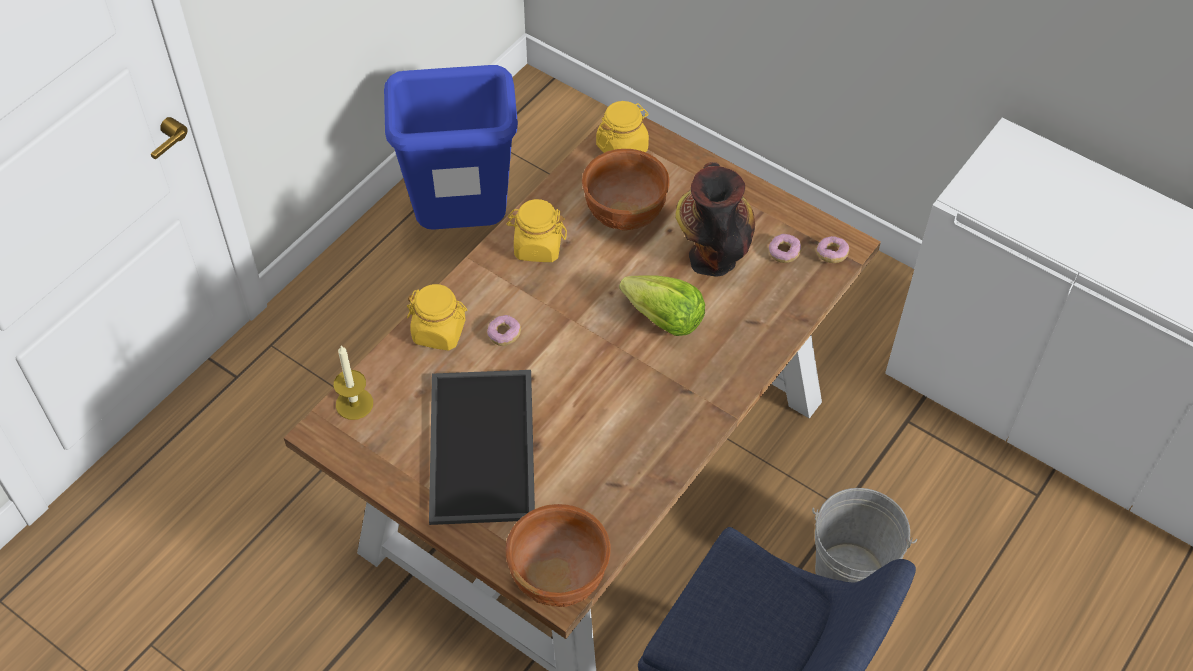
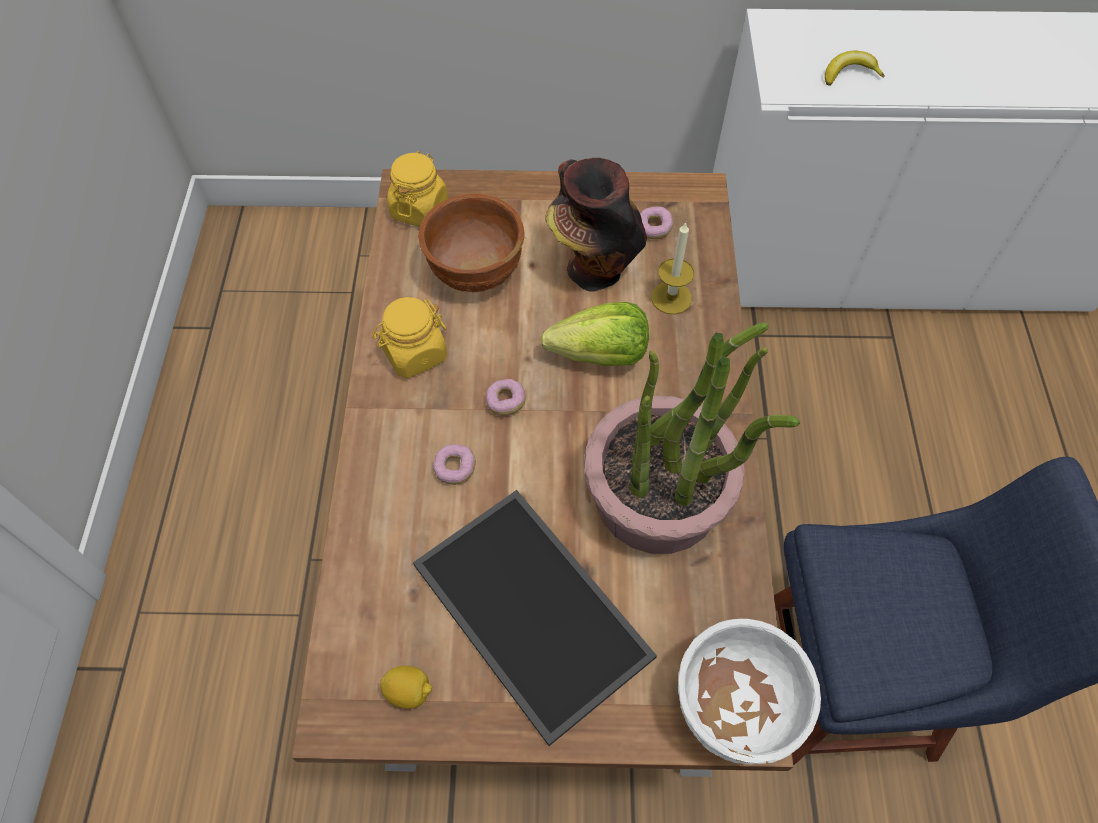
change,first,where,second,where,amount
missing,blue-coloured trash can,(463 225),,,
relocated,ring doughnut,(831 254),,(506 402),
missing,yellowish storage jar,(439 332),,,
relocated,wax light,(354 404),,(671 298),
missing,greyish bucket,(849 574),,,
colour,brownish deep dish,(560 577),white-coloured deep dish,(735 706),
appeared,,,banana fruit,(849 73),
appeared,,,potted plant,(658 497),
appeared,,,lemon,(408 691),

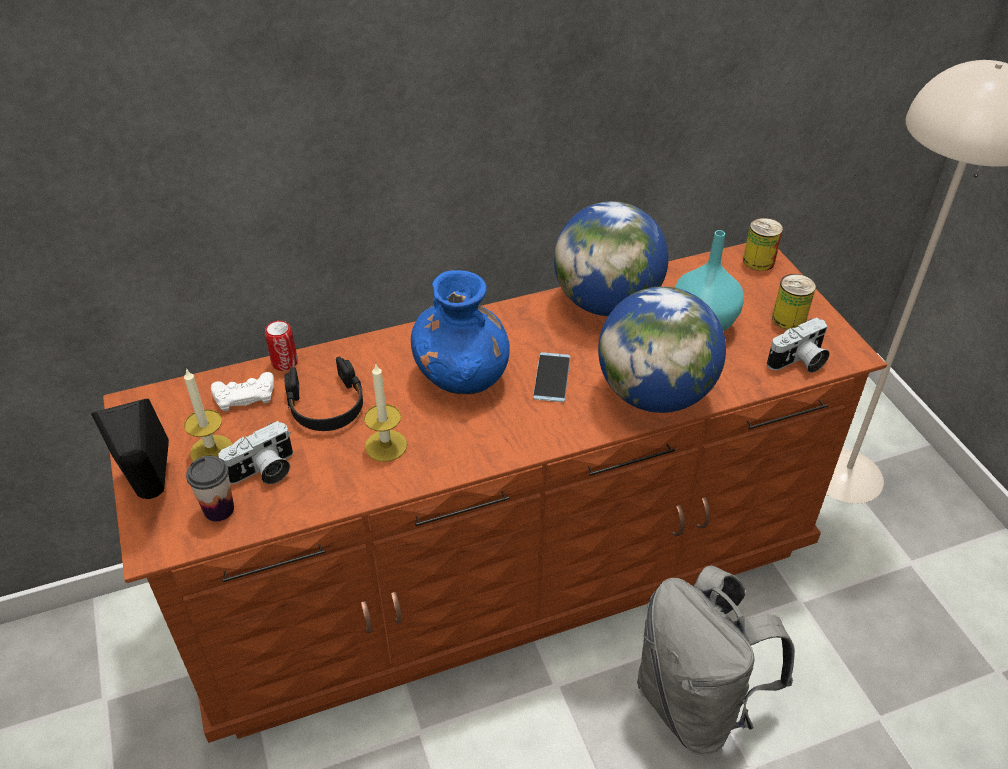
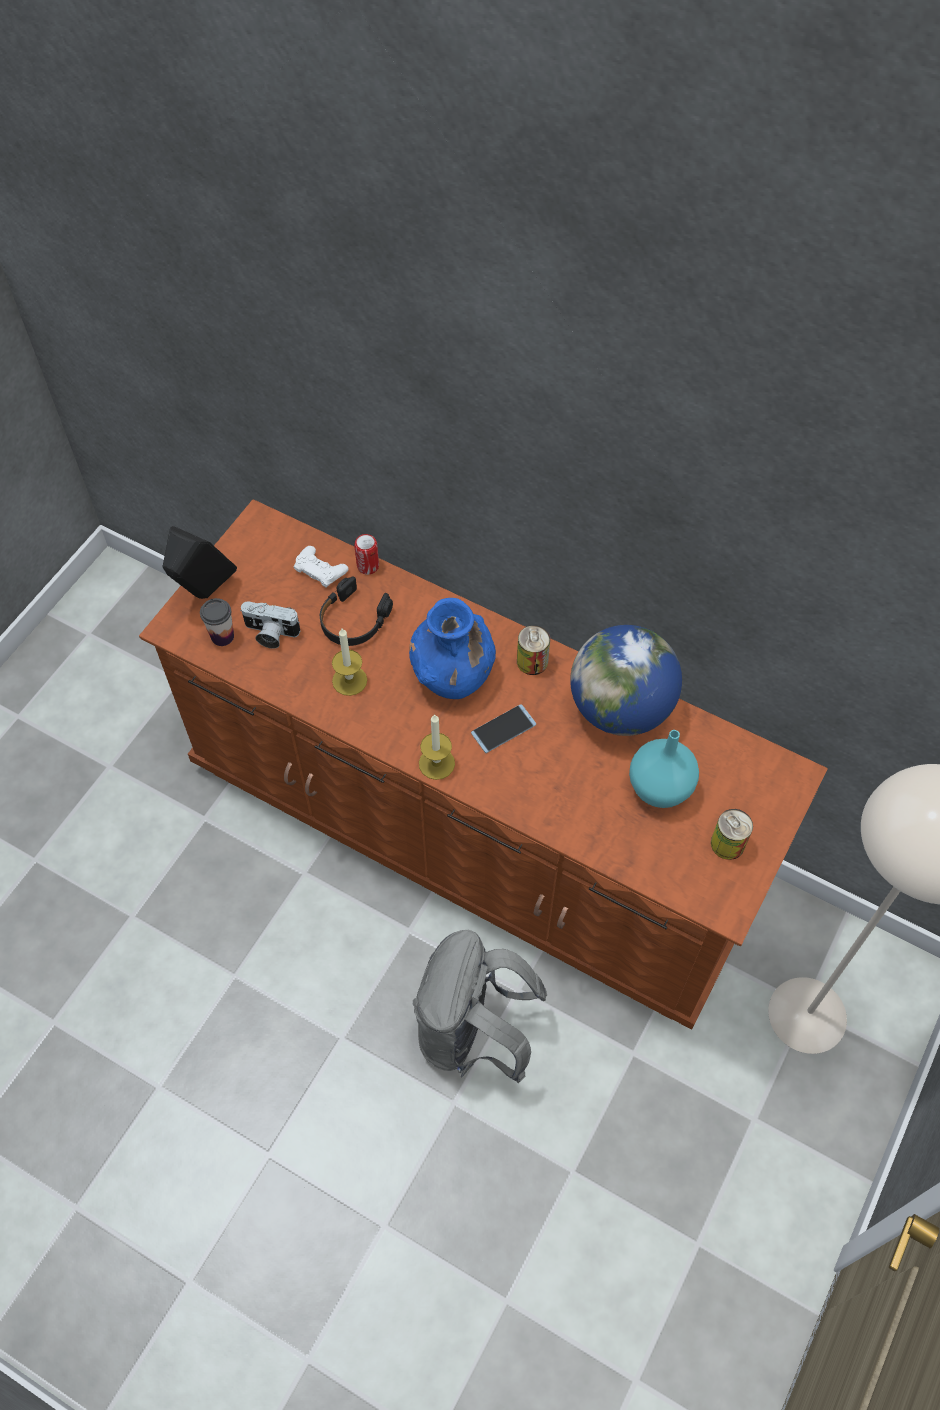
change,first,where,second,where,amount
relocated,sealed can,(758 261),,(532 661),
missing,desk globe,(654 394),,,
missing,photo camera,(799 362),,,
relocated,wax light,(211 451),,(436 763),

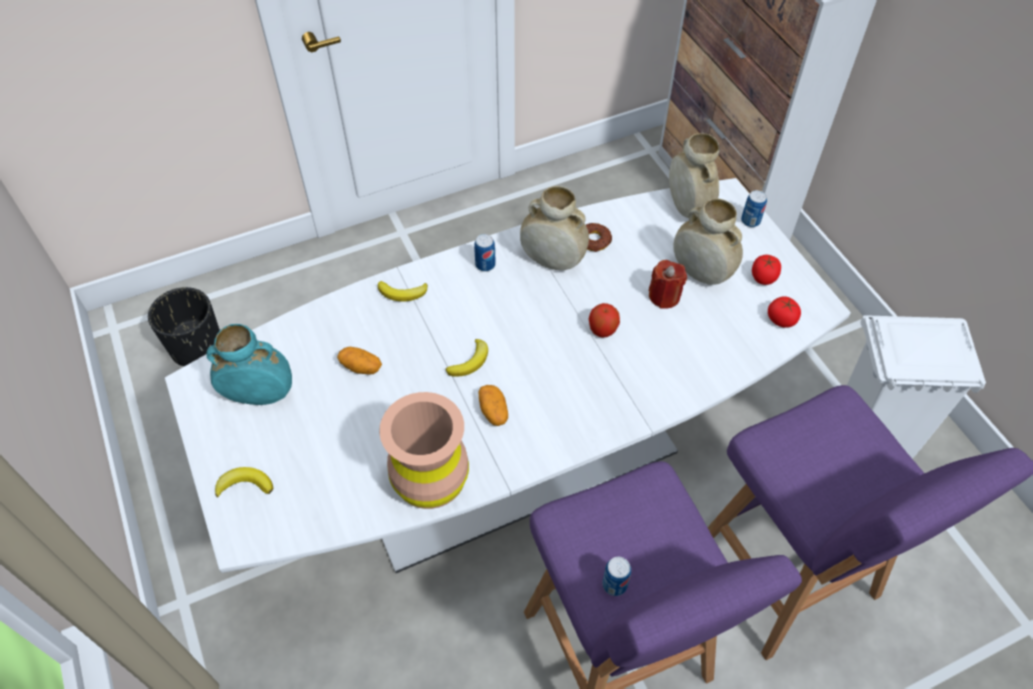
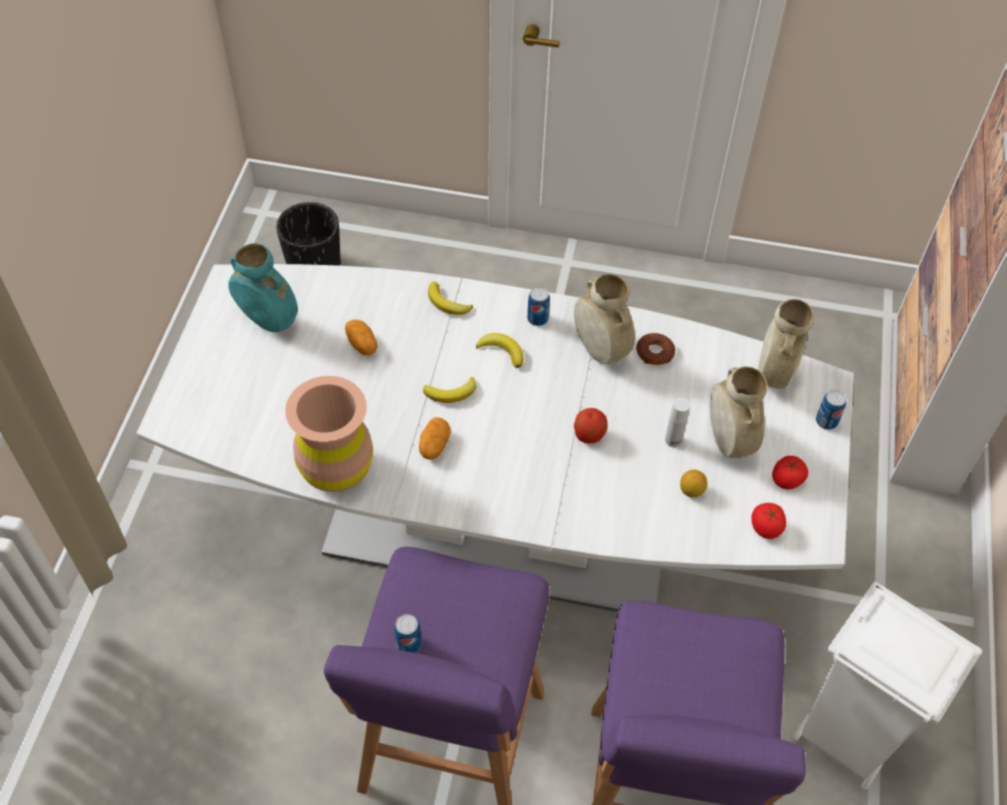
change,first,where,second,where,amount
exchanged,red wax light,(664 296),white-coloured bottle,(673 440),
relocated,banana fruit,(245 484),,(502 351),
appeared,,,lemon,(691 491),

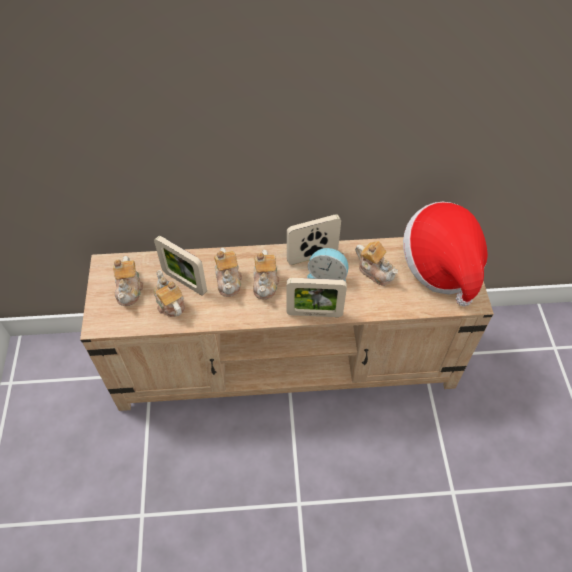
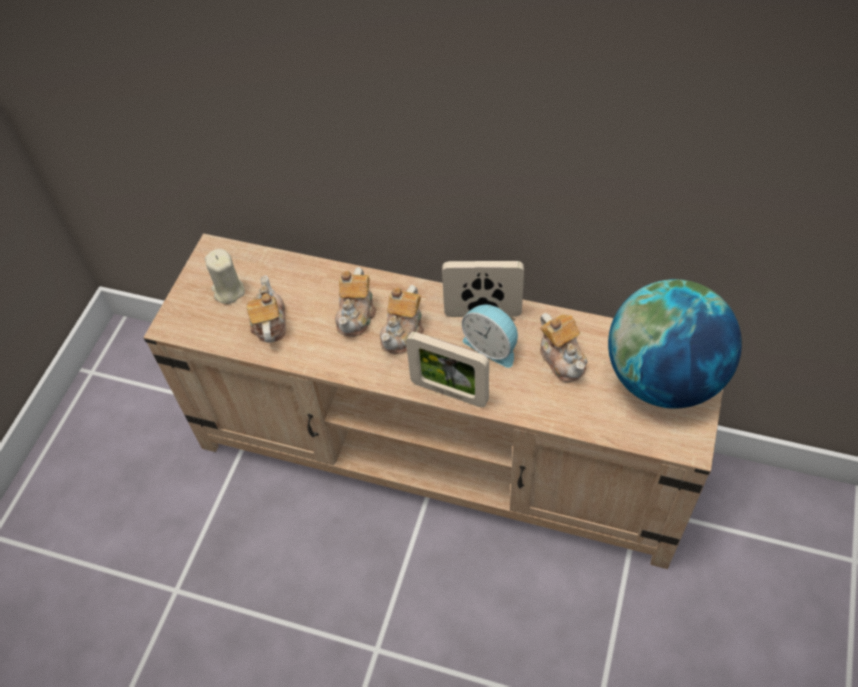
change,first,where,second,where,amount
exchanged,hat,(441 266),desk globe,(663 379),
missing,picture frame,(184 282),,,
exchanged,tea pot,(129 289),beige wax light,(228 291),

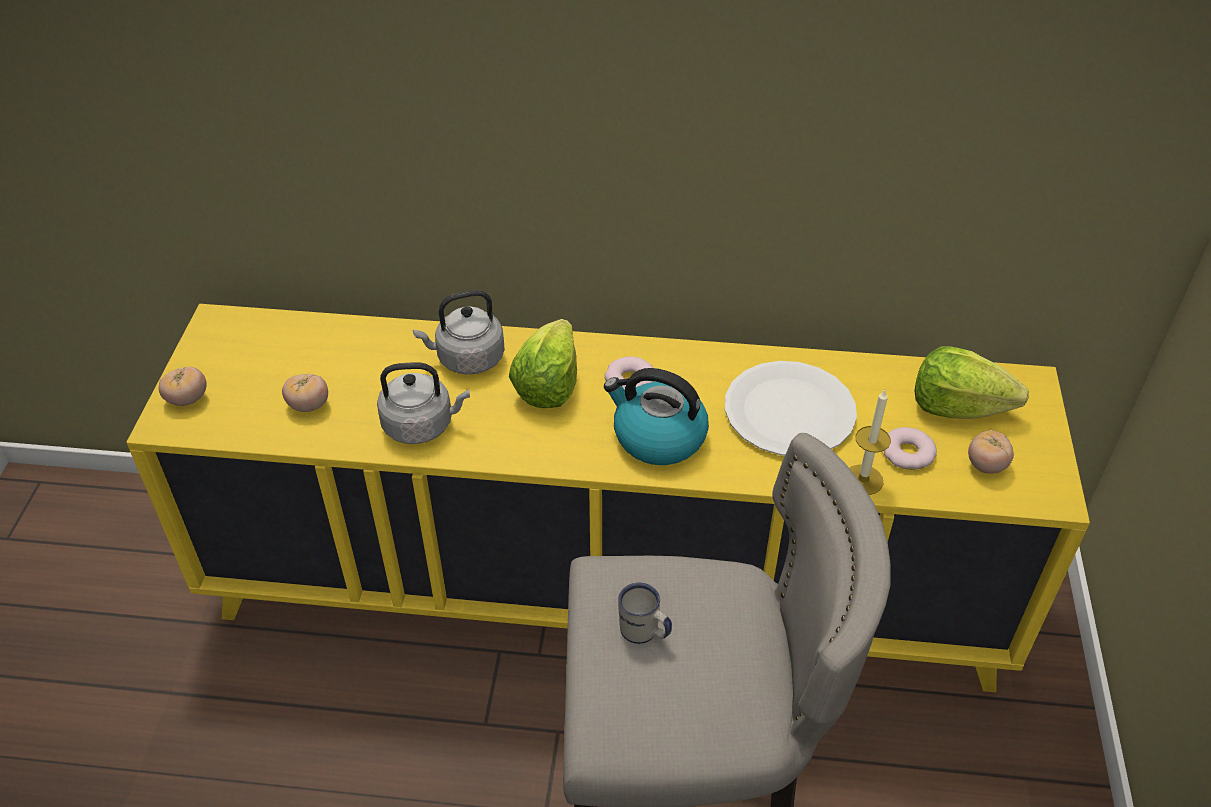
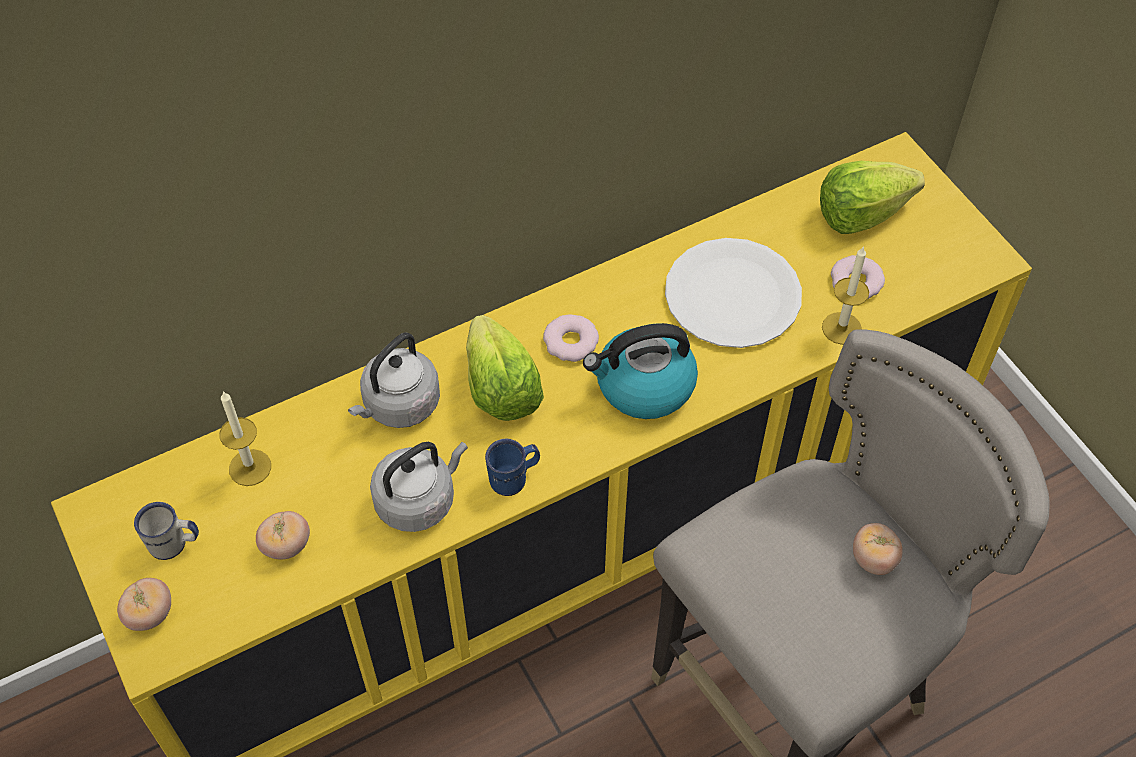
change,first,where,second,where,amount
relocated,whole tomato,(986 465),,(873 559),
relocated,white-coloured tea mug,(644 633),,(174 544),
appeared,,,wax light,(250 467),
appeared,,,blue-coloured tea mug,(514 478),

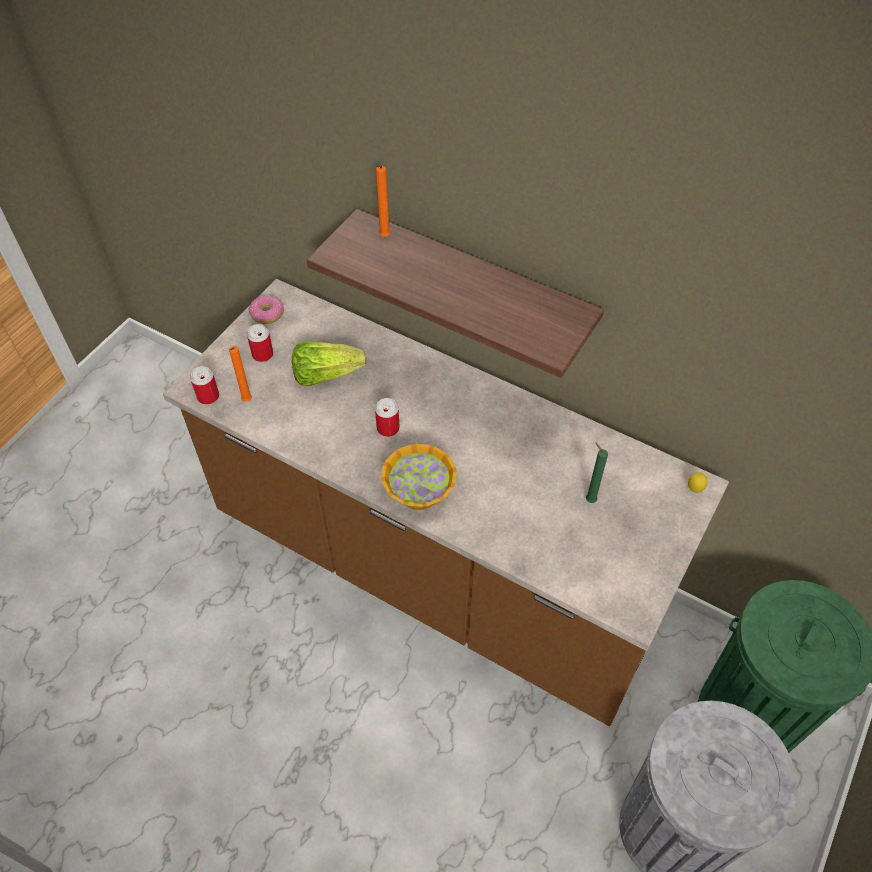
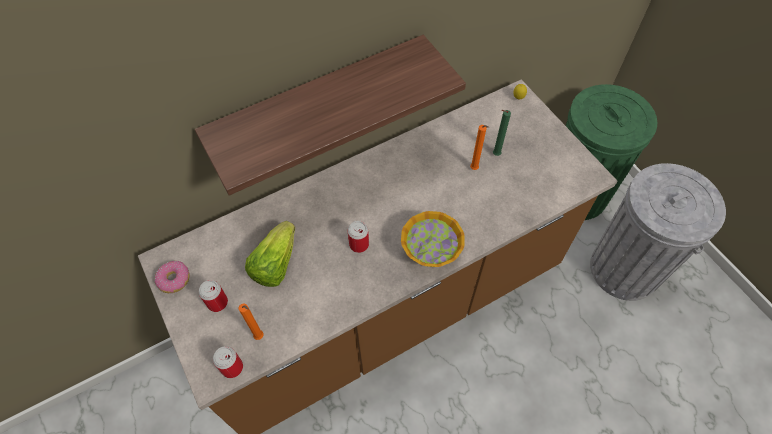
change,first,where,second,where,amount
relocated,orange wax light,(383 237),,(475 169),

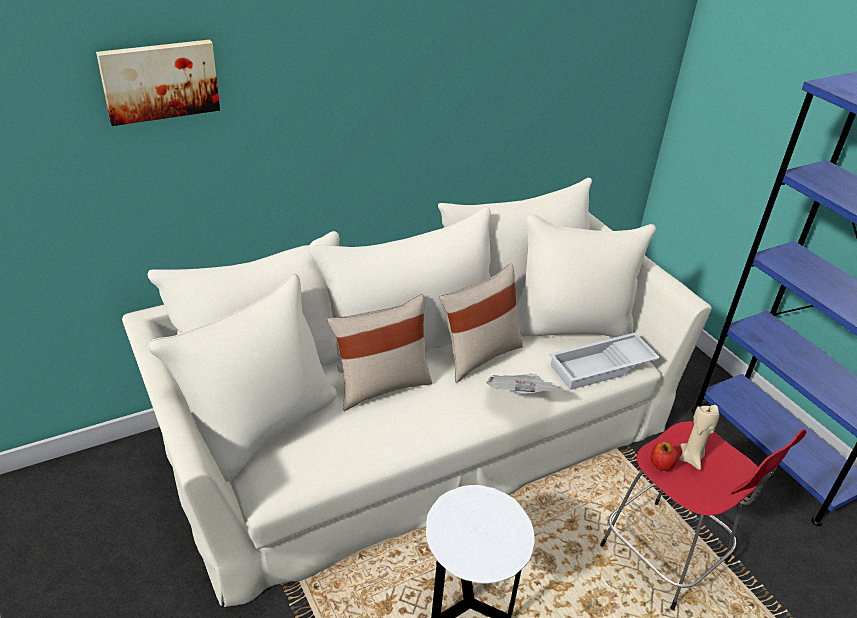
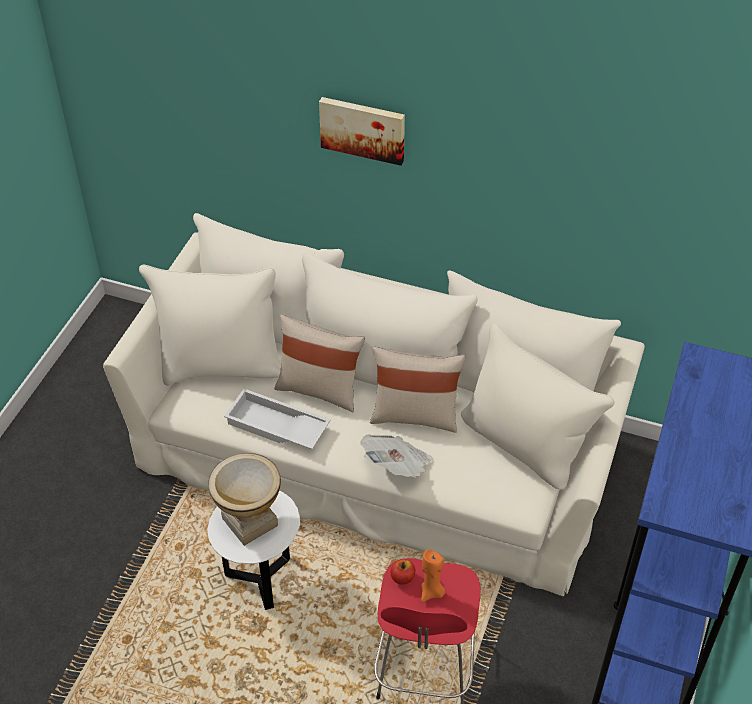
change,first,where,second,where,amount
relocated,picture,(160 80),,(363 129),
relocated,white-coloured carrying tray,(602 367),,(276 427),
colour,beige wax light,(691 458),orange wax light,(431 592),
appeared,,,decorative vase,(249 521),

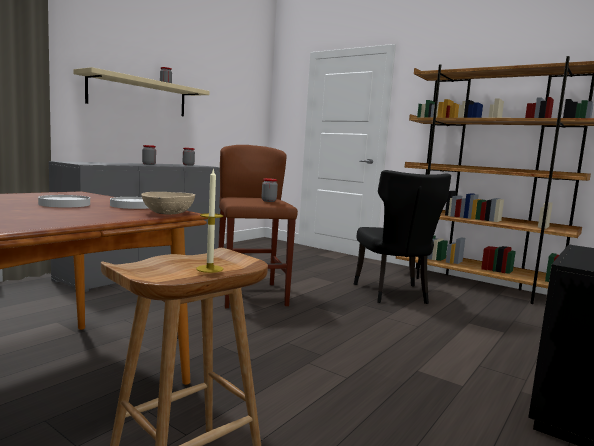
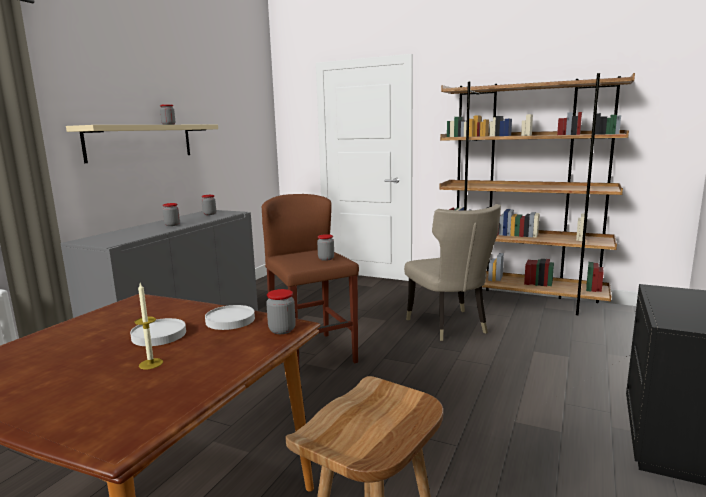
change,first,where,second,where,amount
relocated,wax light,(209 269),,(151 364),
colour,black plain chair,(393 294),beige plain chair,(450 326),
exchanged,beige deep dish,(169 213),storage jar,(282 330),

